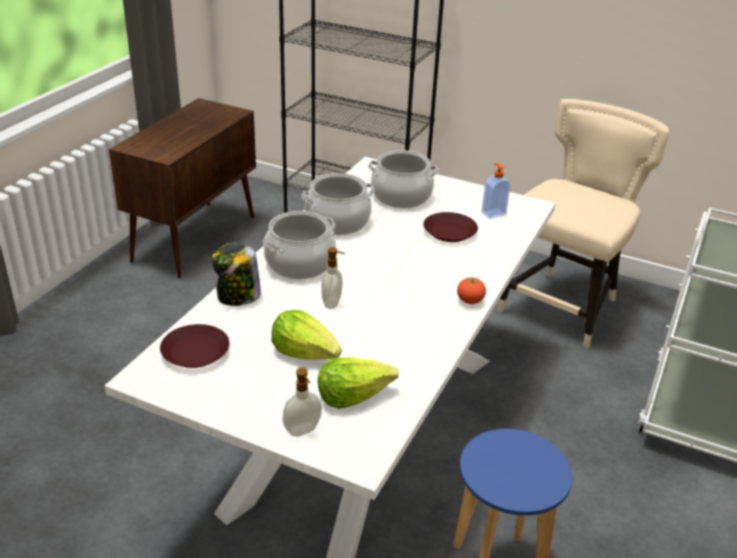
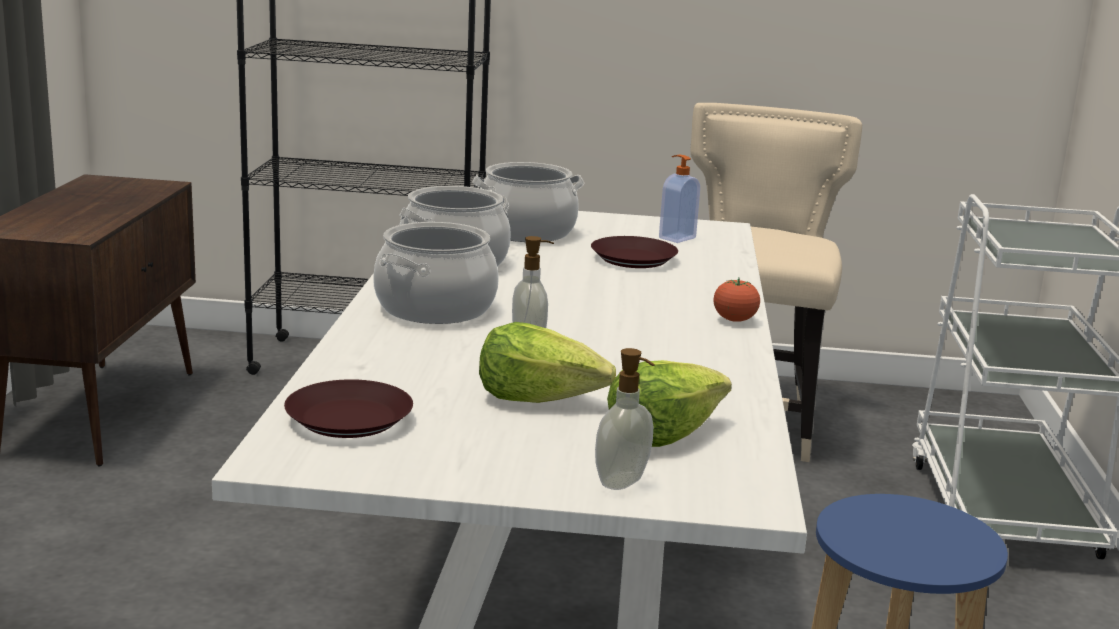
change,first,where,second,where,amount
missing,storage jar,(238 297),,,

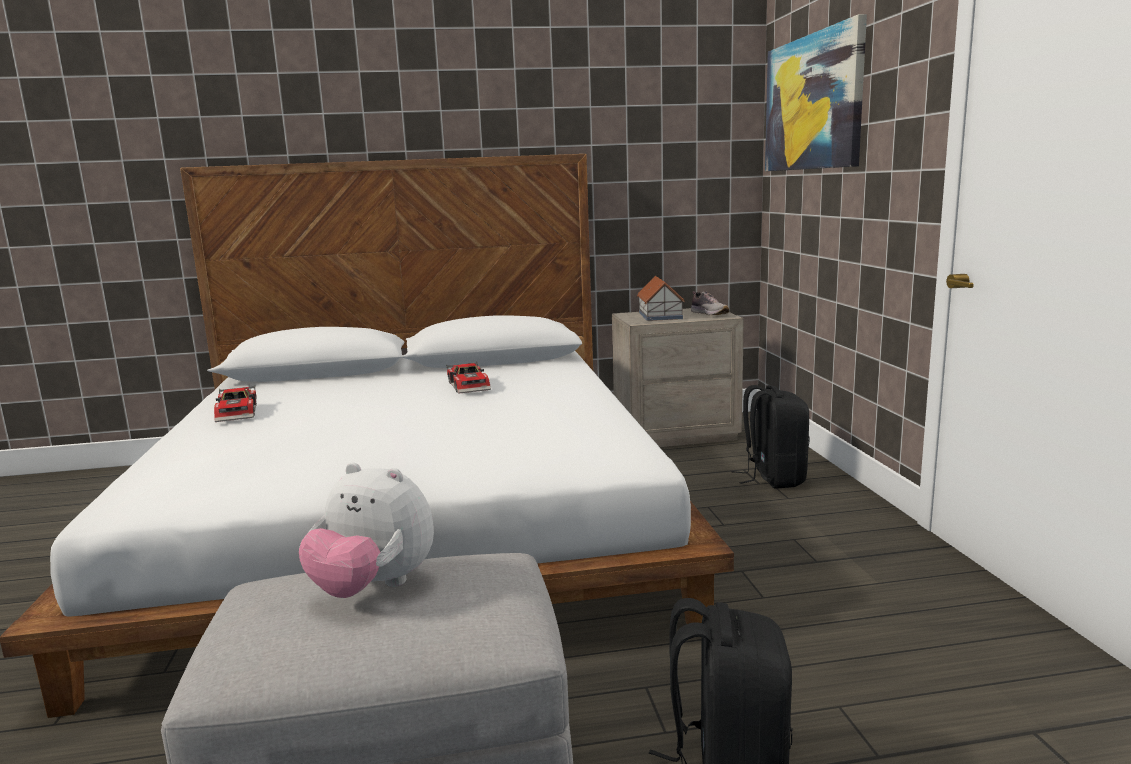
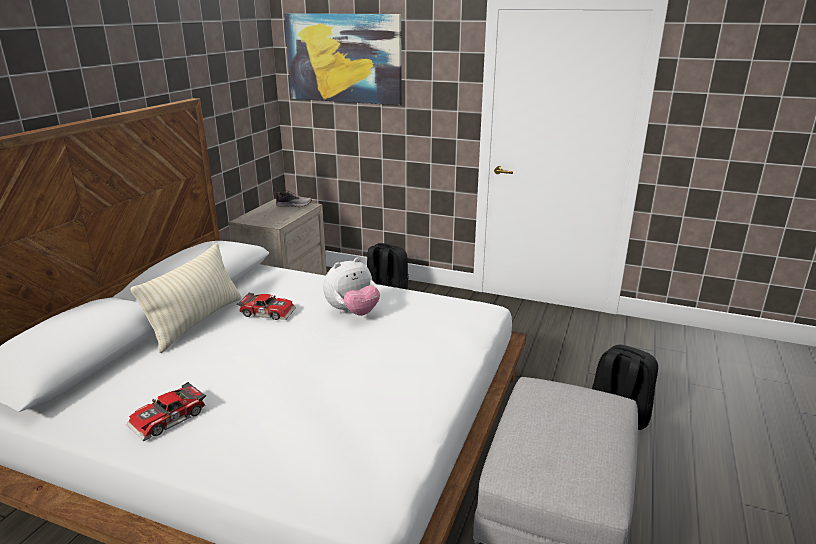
change,first,where,second,where,amount
missing,toy house,(659 315),,,
spun,toy car,(239 412),,(169 419),120 degrees clockwise
relocated,plush toy,(373 588),,(353 312),
appeared,,,beige pillow,(197 322),

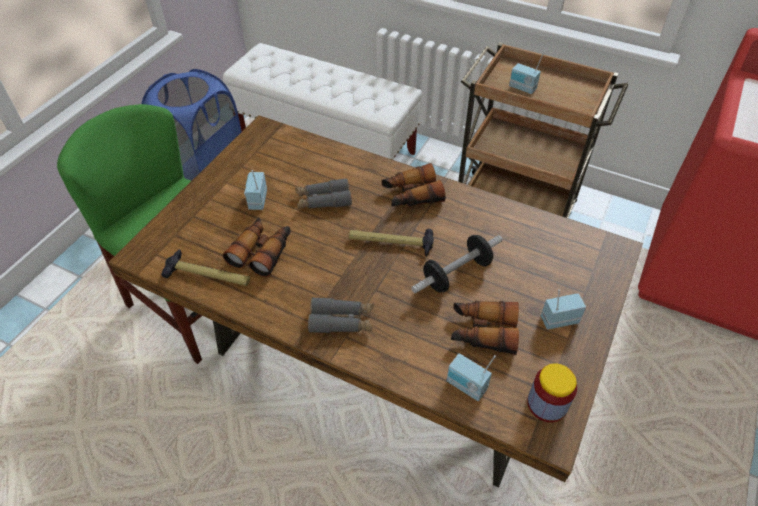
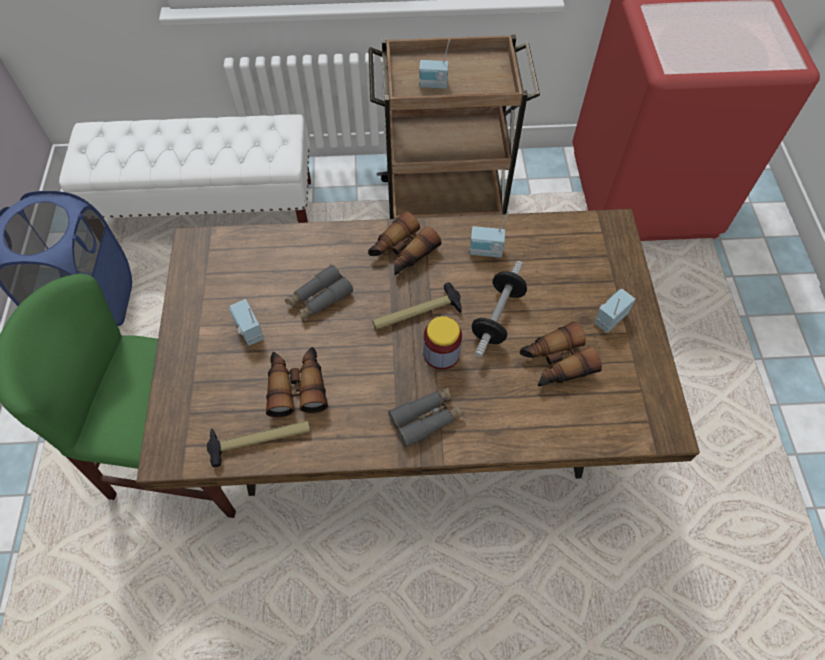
change,first,where,second,where,amount
relocated,radio,(466 386),,(485 252),
relocated,storage jar,(547 404),,(441 353),

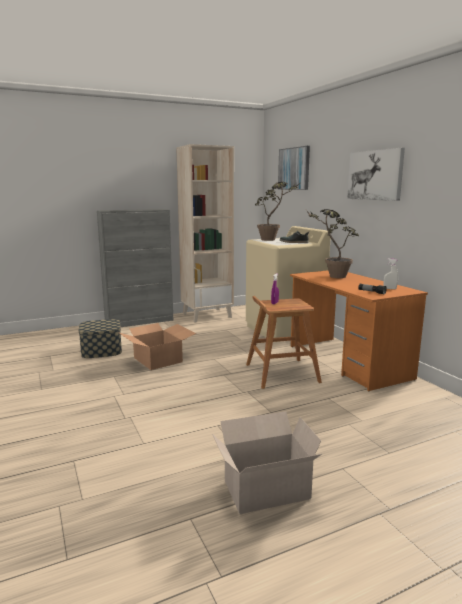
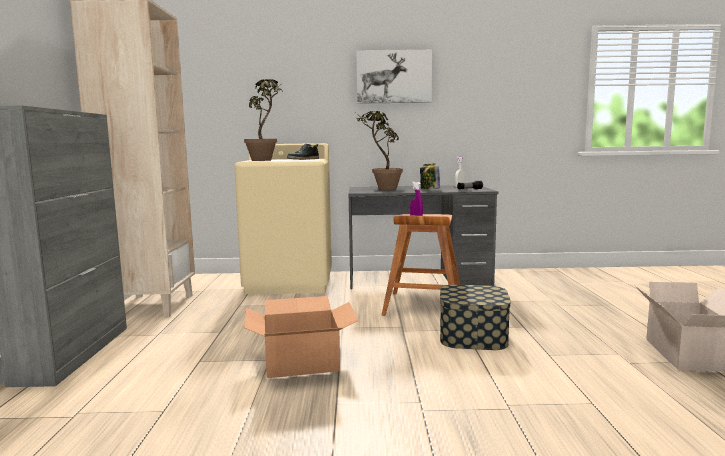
change,first,where,second,where,amount
missing,picture,(294 168),,,
colour,orange desk unit,(347 362),greyish desk unit,(418 279),
relocated,storage container,(101 350),,(473 336),
appeared,,,storage jar,(429 189),

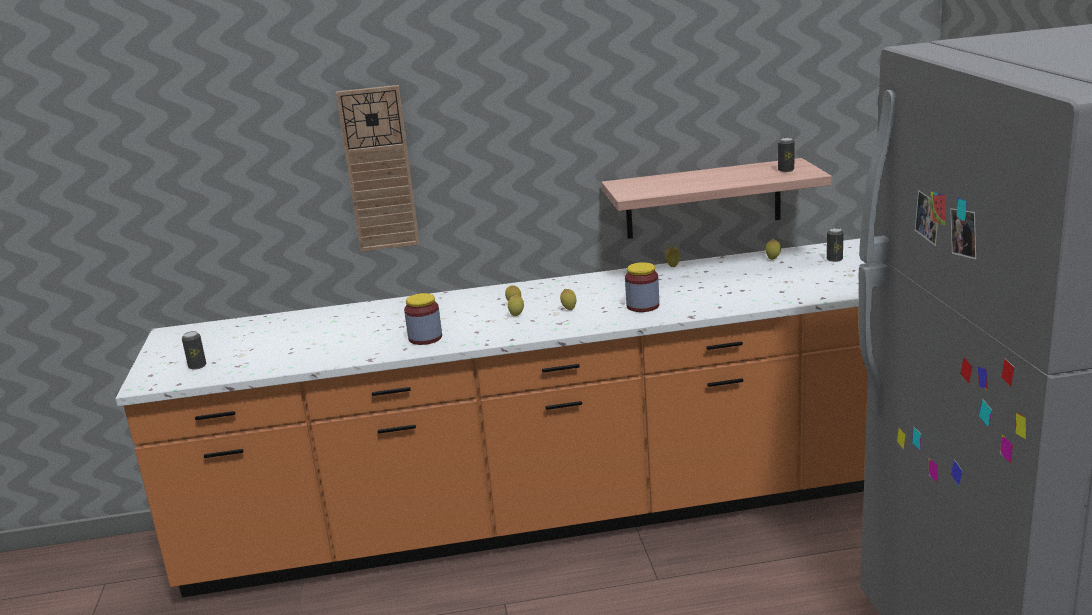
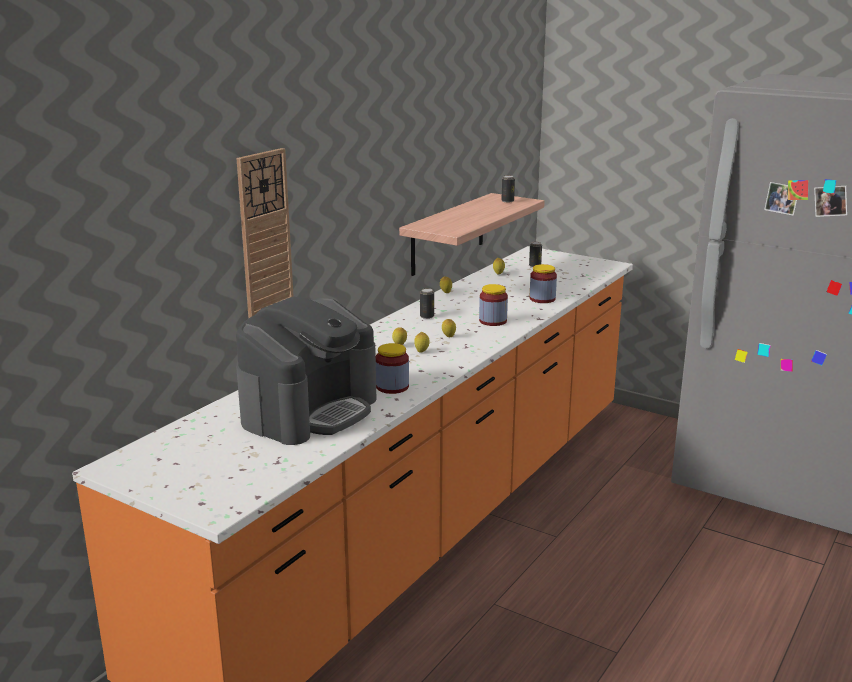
change,first,where,second,where,amount
relocated,sealed can,(197 366),,(427 316),
appeared,,,storage jar,(542 299),
appeared,,,coffee brewer,(309 410),

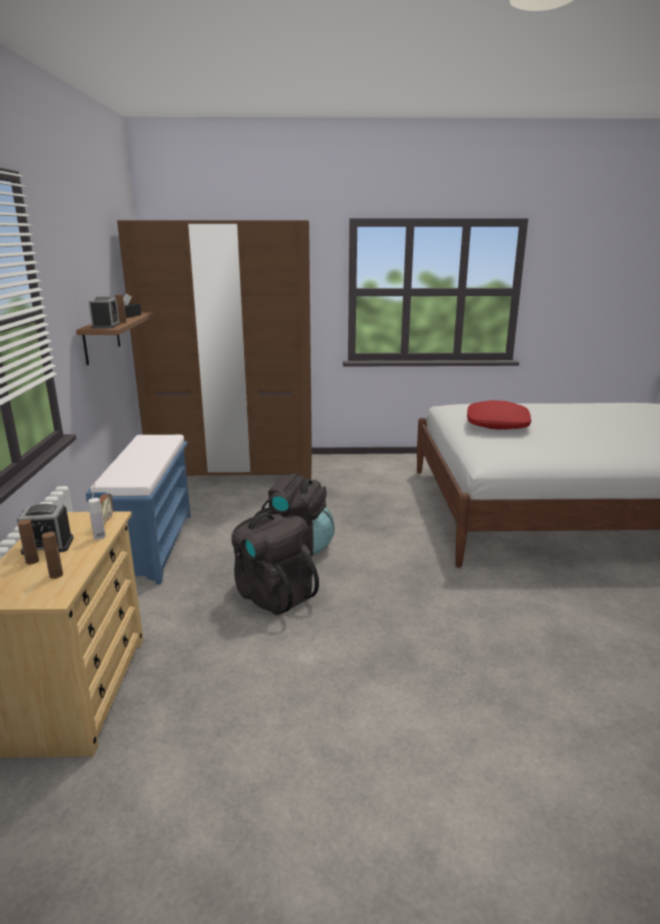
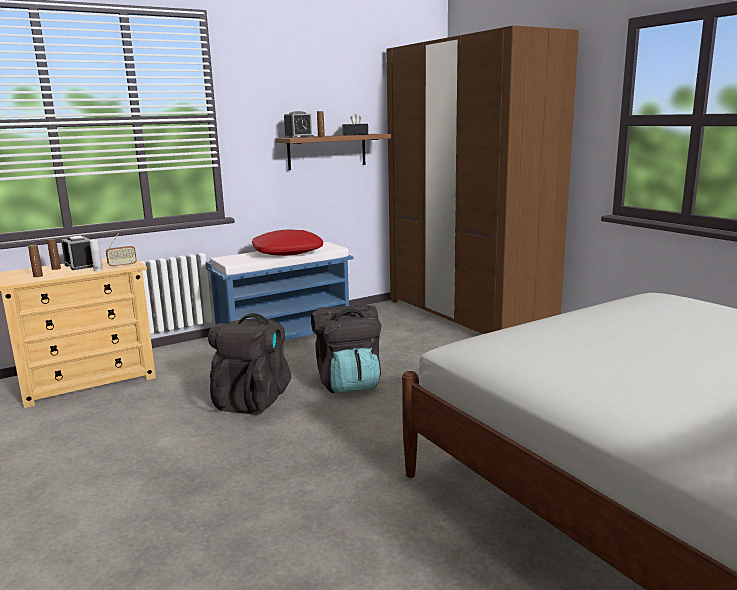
change,first,where,second,where,amount
relocated,red pillow,(497 424),,(287 252),

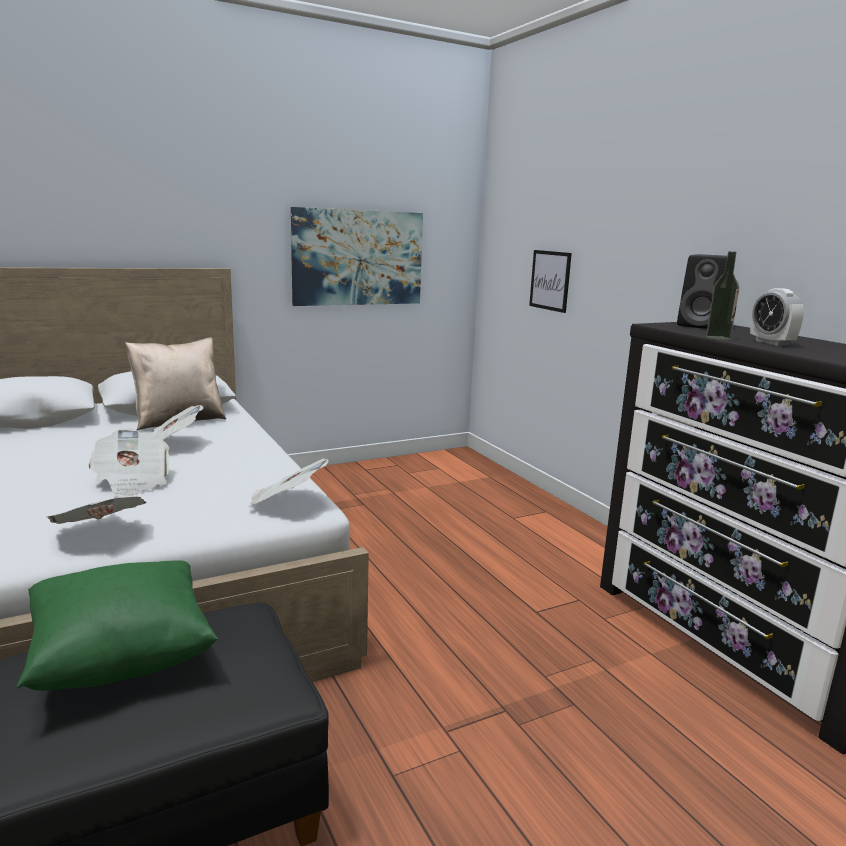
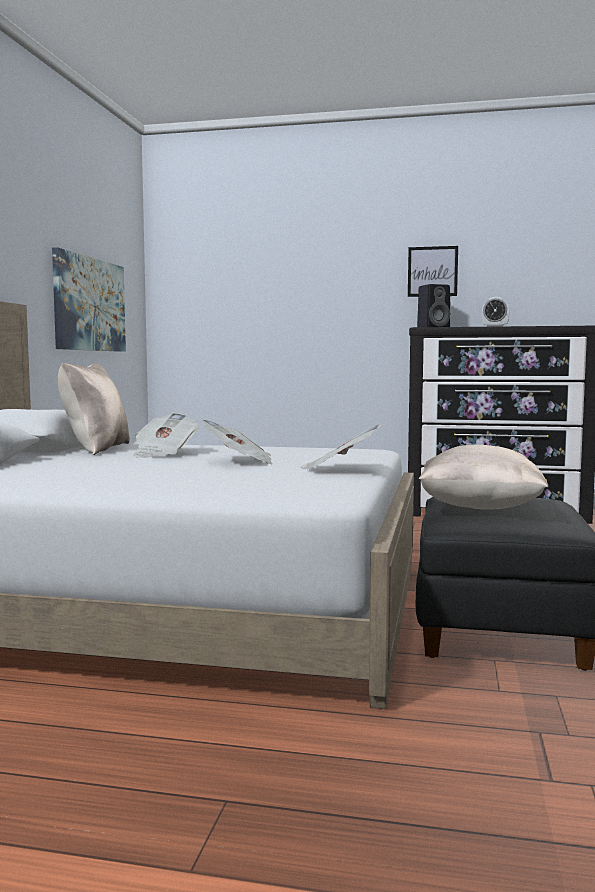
change,first,where,second,where,amount
relocated,picture,(550 280),,(432 271),
missing,bottle,(718 338),,,
missing,printed paper,(286 502),,,
colour,green pillow,(122 657),beige pillow,(479 508),

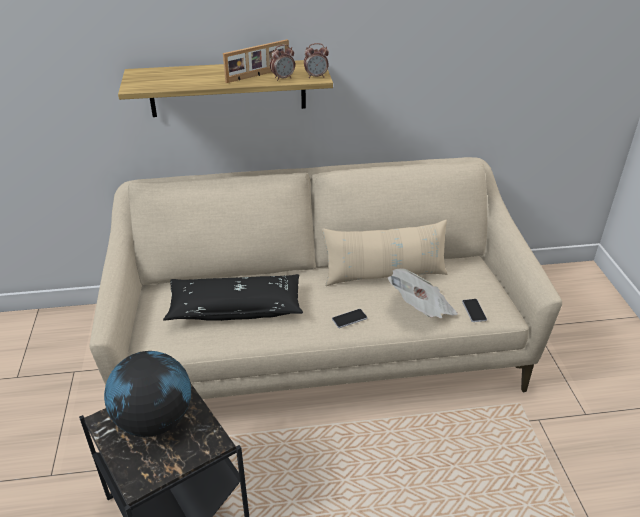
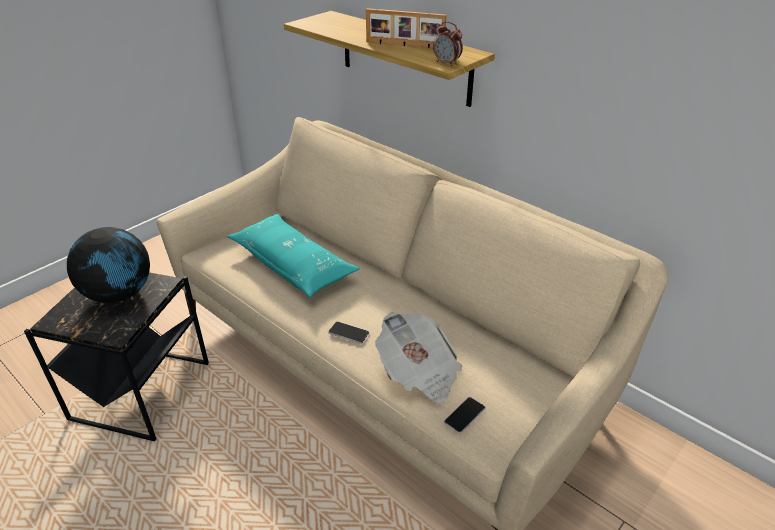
change,first,where,second,where,amount
missing,alarm clock,(283 78),,,
missing,beige pillow,(384 275),,,
colour,black pillow,(235 308),turquoise pillow,(293 265),

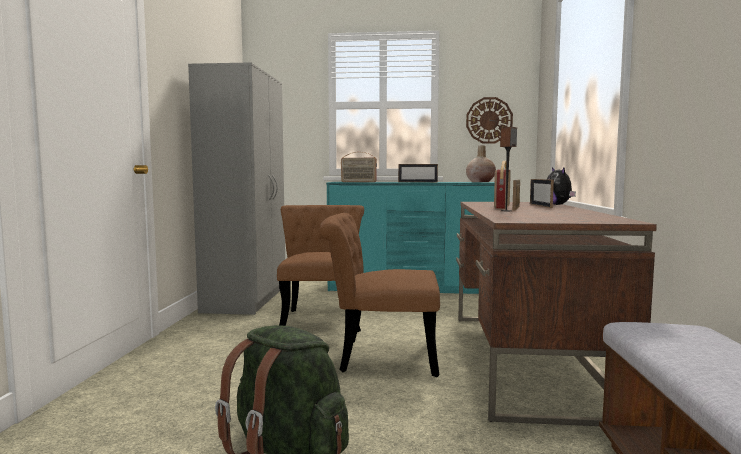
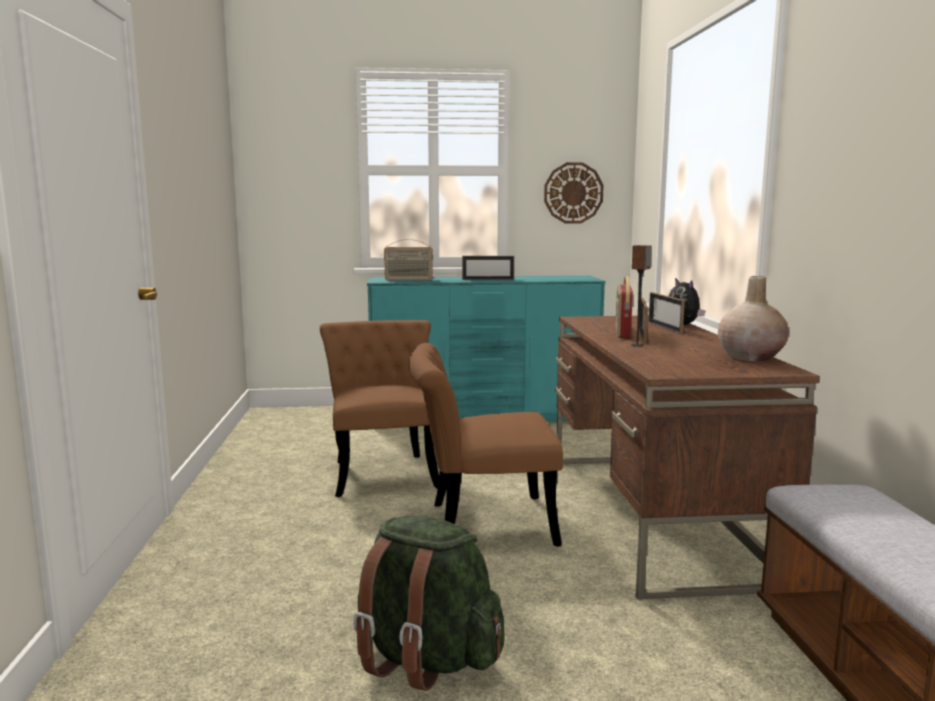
change,first,where,second,where,amount
missing,greyish wardrobe,(246 299),,,
relocated,beige decorative vase,(480 182),,(750 357),

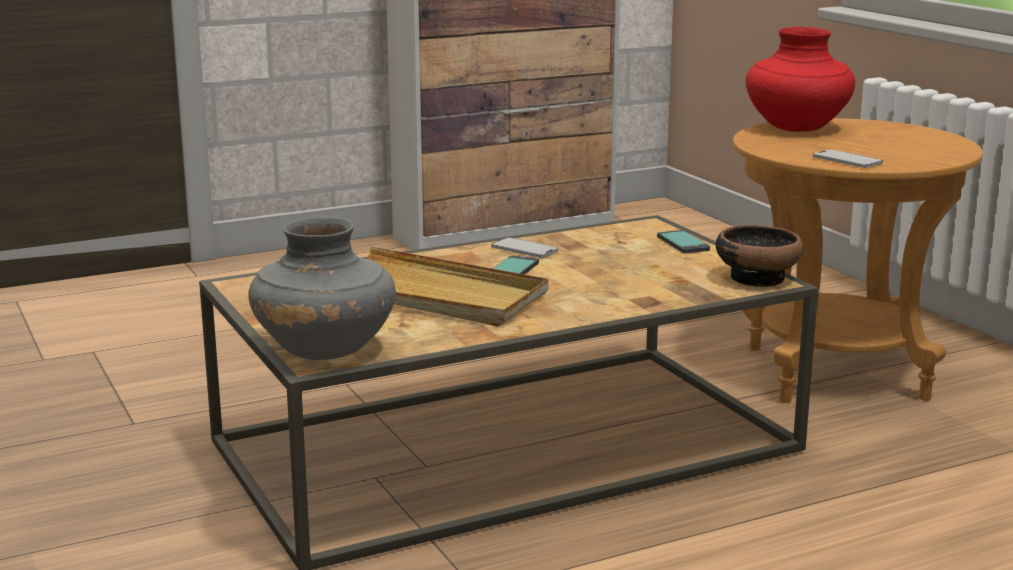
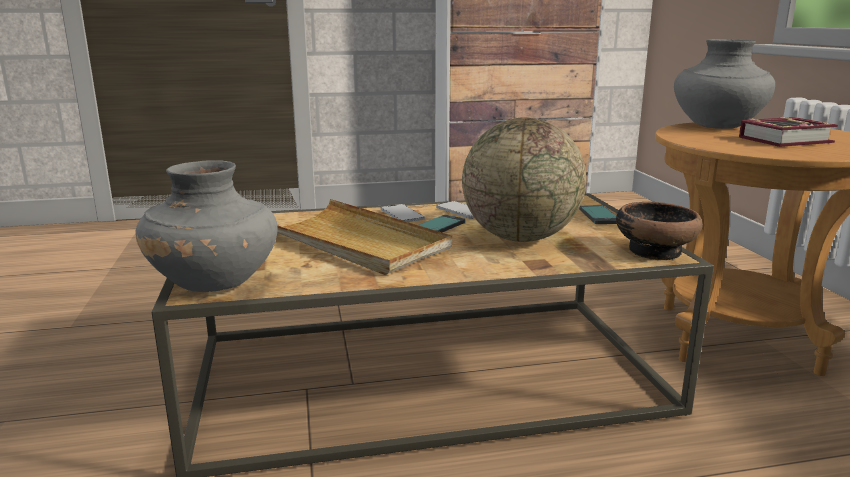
change,first,where,second,where,amount
colour,red decorative vase,(797 128),greyish decorative vase,(717 126),
relocated,telephone,(847 160),,(402 215),
appeared,,,desk globe,(520 238),
appeared,,,bound book,(789 140),

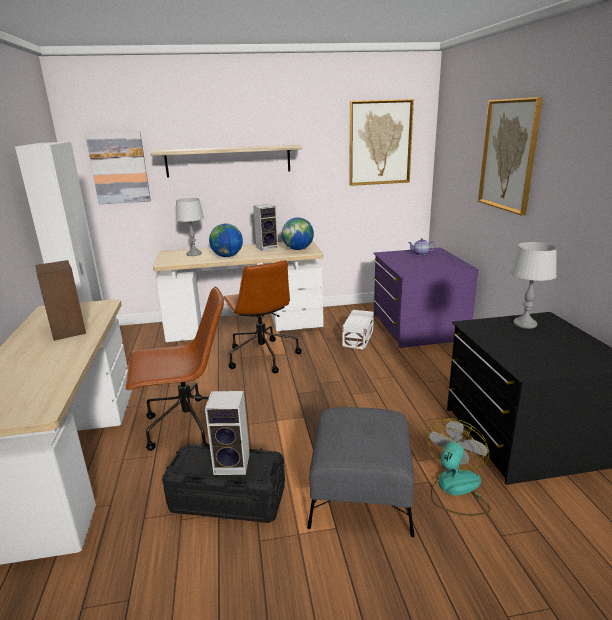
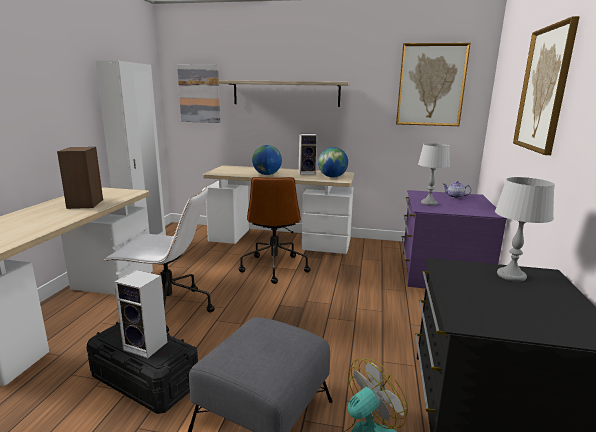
change,first,where,second,where,amount
relocated,greyish table lamp,(194 254),,(429 203),
colour,brownish office chair,(187 426),white-coloured office chair,(168 309),
missing,white-coloured storage container,(359 338),,,

